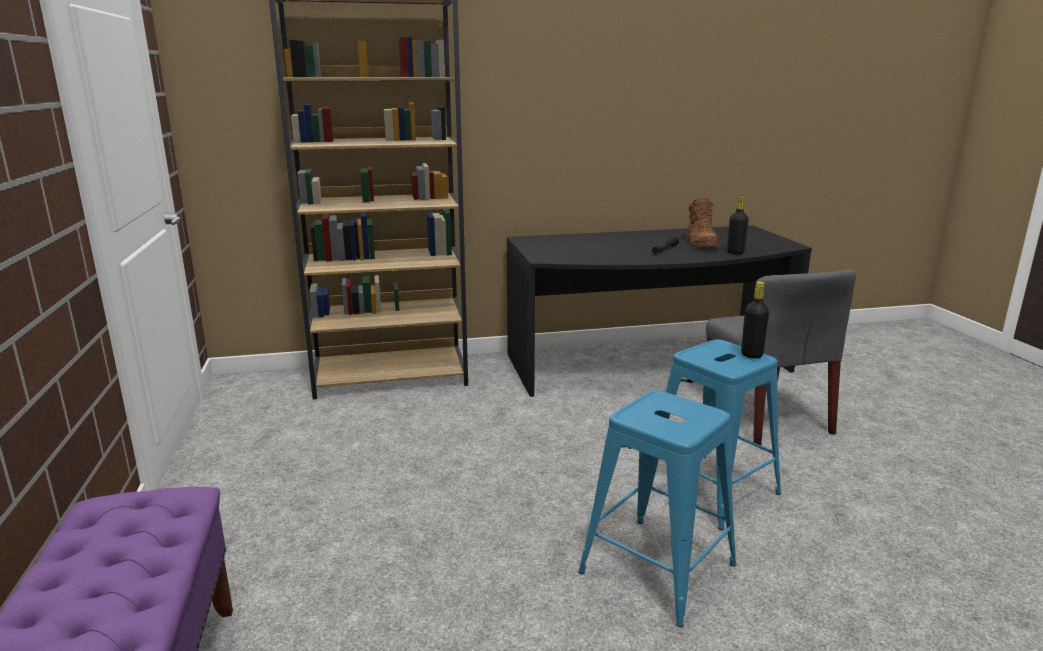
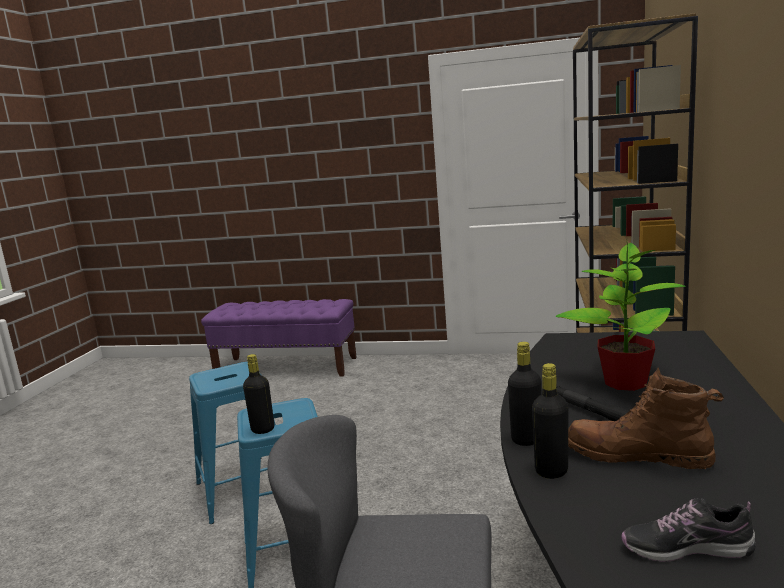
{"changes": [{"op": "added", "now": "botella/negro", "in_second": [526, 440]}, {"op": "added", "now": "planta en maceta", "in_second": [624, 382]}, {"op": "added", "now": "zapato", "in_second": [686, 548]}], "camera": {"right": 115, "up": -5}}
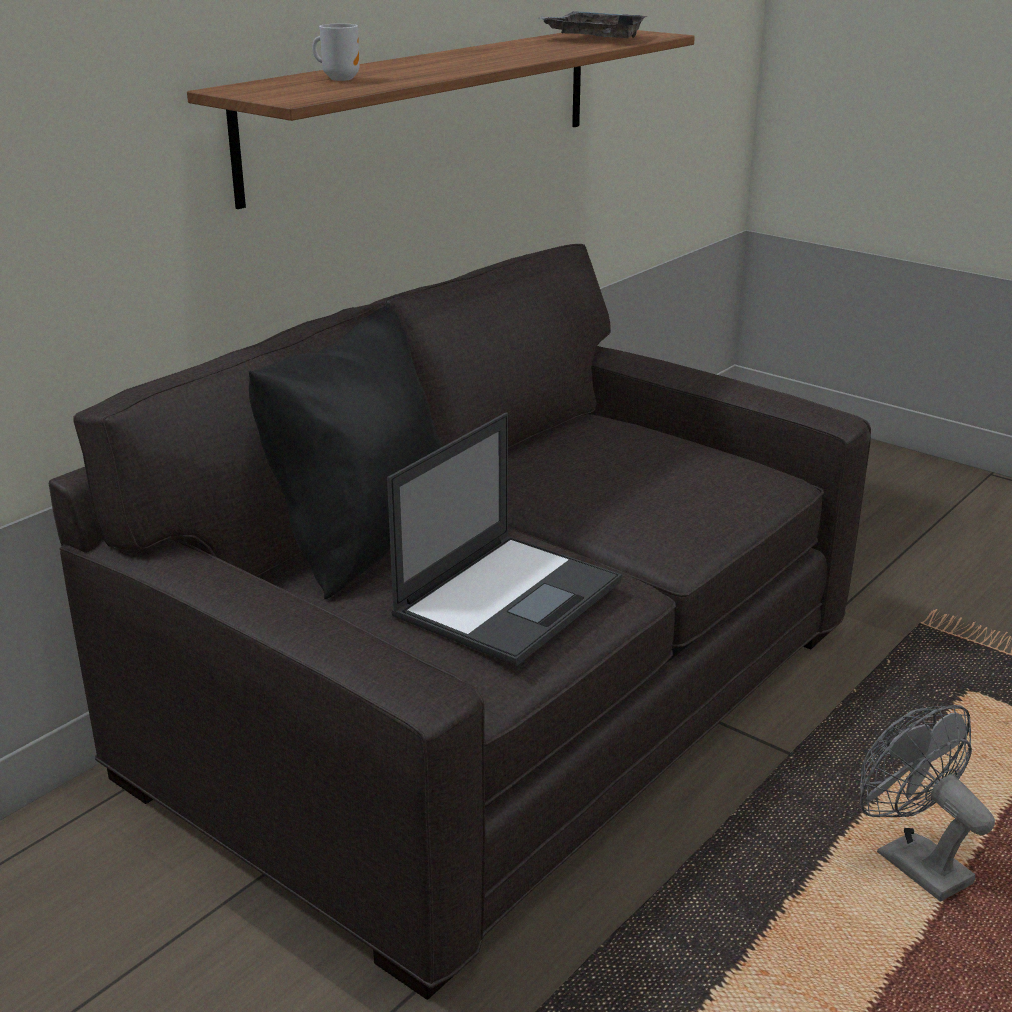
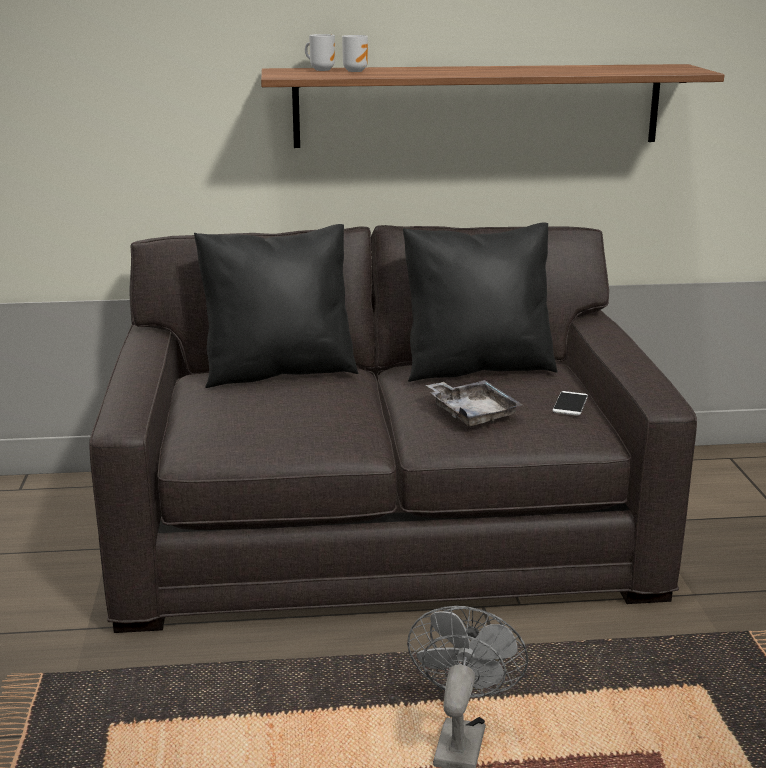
{"changes": [{"op": "removed", "was": "portátil", "in_first": [509, 597]}, {"op": "added", "now": "taza grande", "in_second": [321, 70]}, {"op": "added", "now": "cojín/negro", "in_second": [477, 367]}, {"op": "added", "now": "móvil", "in_second": [570, 404]}, {"op": "moved", "was": "bandeja/gris", "in_first": [595, 38], "in_second": [472, 413]}], "camera": {"right": 45, "up": -5}}
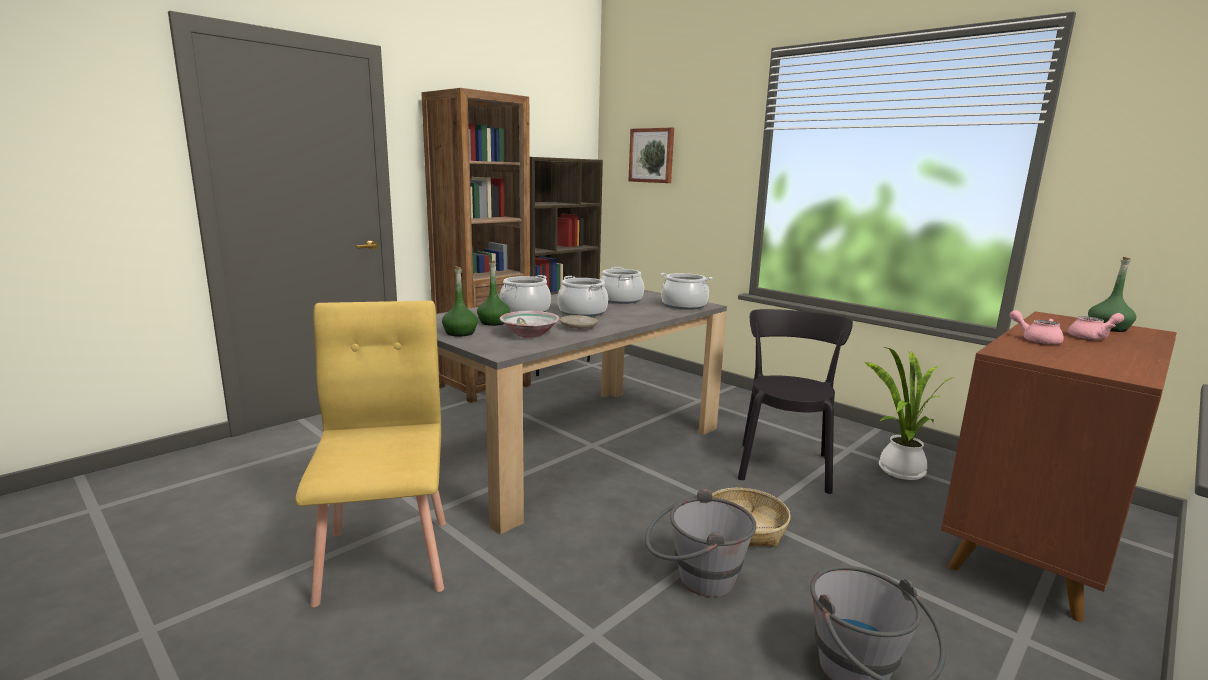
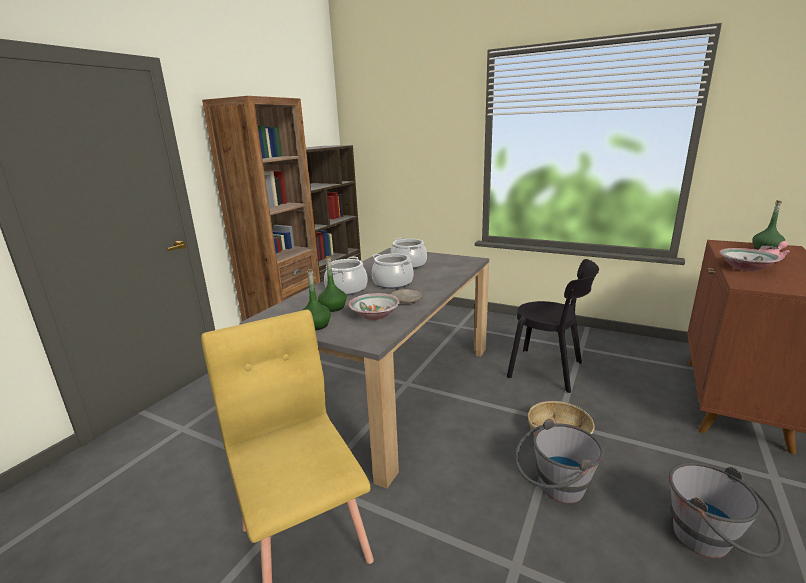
{"changes": [{"op": "removed", "was": "cuadro", "in_first": [652, 155]}, {"op": "removed", "was": "olla", "in_first": [684, 305]}, {"op": "removed", "was": "planta en maceta", "in_first": [898, 471]}, {"op": "replaced", "was": "tetera/rosa", "now": "cuenco", "in_first": [1036, 340], "in_second": [745, 268]}, {"op": "turned", "was": "silla/negro", "in_first": [784, 465], "in_second": [549, 370], "clockwise": 120}], "camera": {"right": -15, "up": 5}}
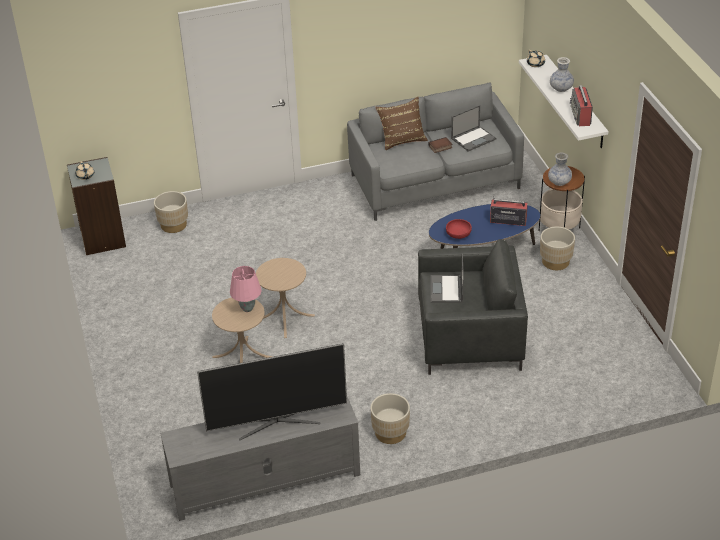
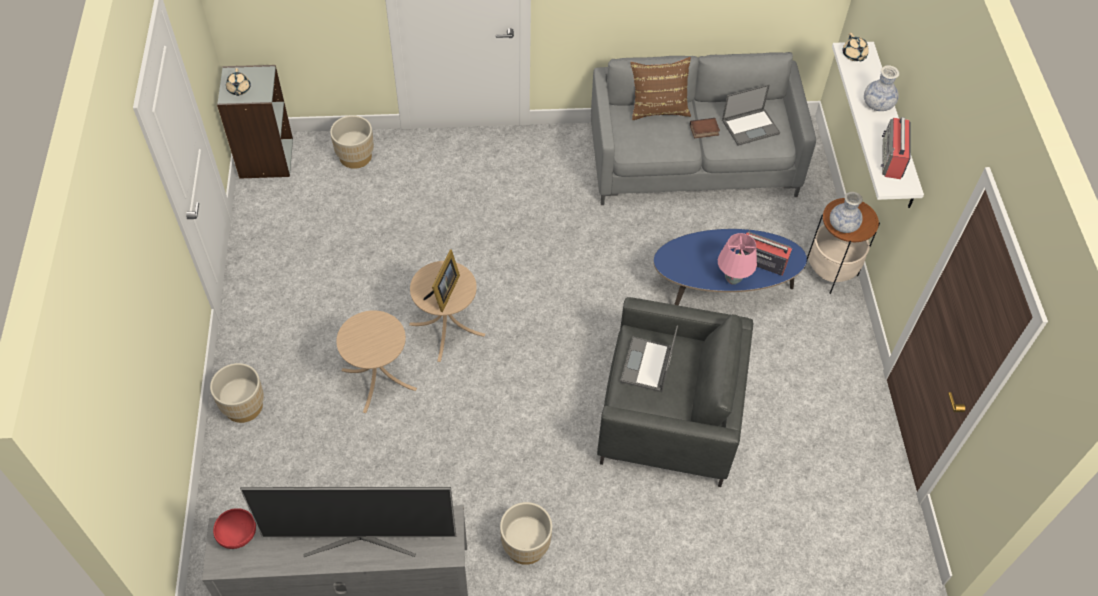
{"changes": [{"op": "added", "now": "portarretratos", "in_second": [444, 293]}, {"op": "moved", "was": "lámpara de mesa/rosa", "in_first": [247, 308], "in_second": [732, 279]}, {"op": "moved", "was": "cuenco/rojo", "in_first": [458, 235], "in_second": [237, 533]}, {"op": "moved", "was": "maceta/beis", "in_first": [555, 262], "in_second": [243, 406]}], "camera": {"right": 10, "up": 15}}
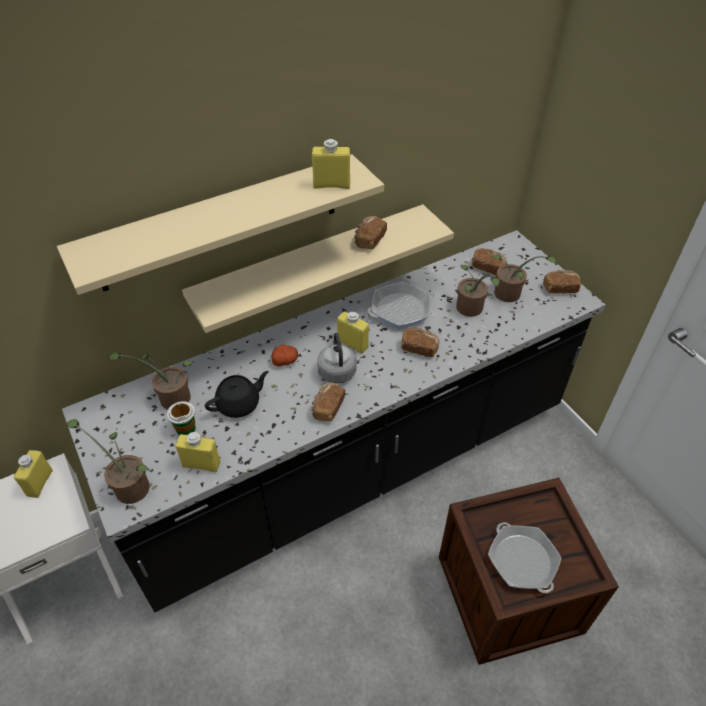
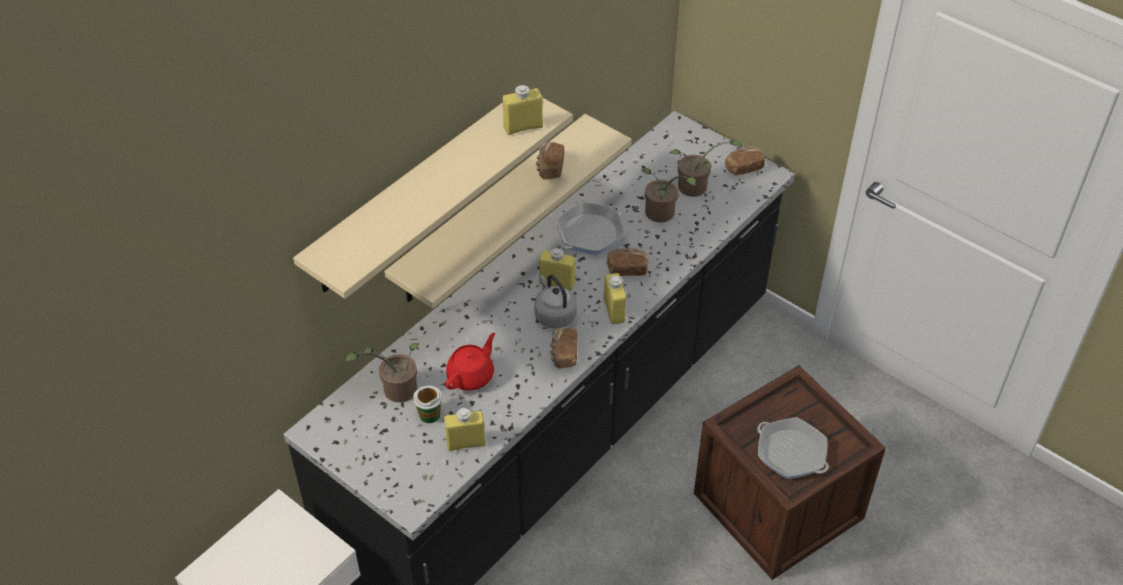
{"changes": [{"op": "removed", "was": "planta en maceta", "in_first": [129, 485]}, {"op": "removed", "was": "patata", "in_first": [285, 360]}, {"op": "removed", "was": "pan", "in_first": [488, 267]}, {"op": "moved", "was": "botella/amarillo", "in_first": [40, 483], "in_second": [614, 311]}, {"op": "recoloured", "was": "tetera/negro", "now": "tetera/rojo", "in_first": [239, 404], "in_second": [471, 376]}], "camera": {"right": -20, "up": 0}}
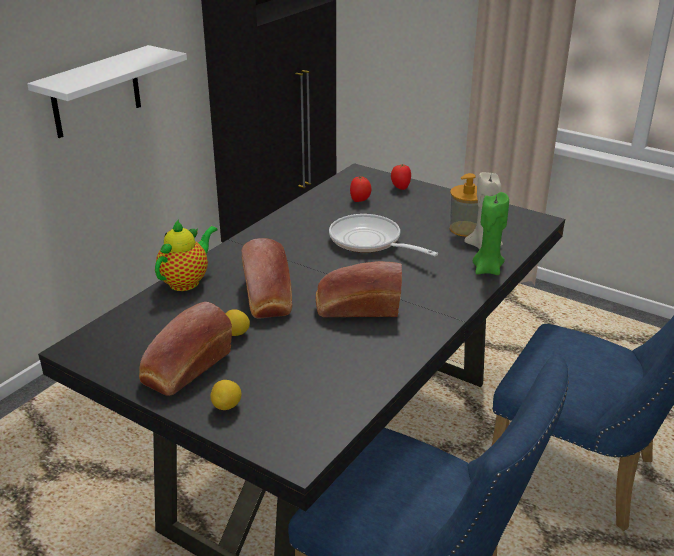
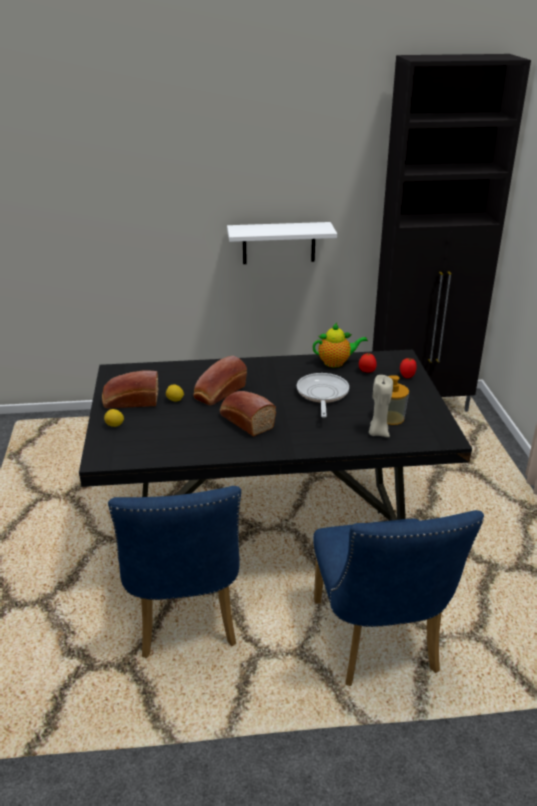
{"changes": [{"op": "removed", "was": "vela/verde", "in_first": [487, 269]}, {"op": "moved", "was": "tetera", "in_first": [187, 281], "in_second": [336, 363]}], "camera": {"right": 50, "up": 0}}
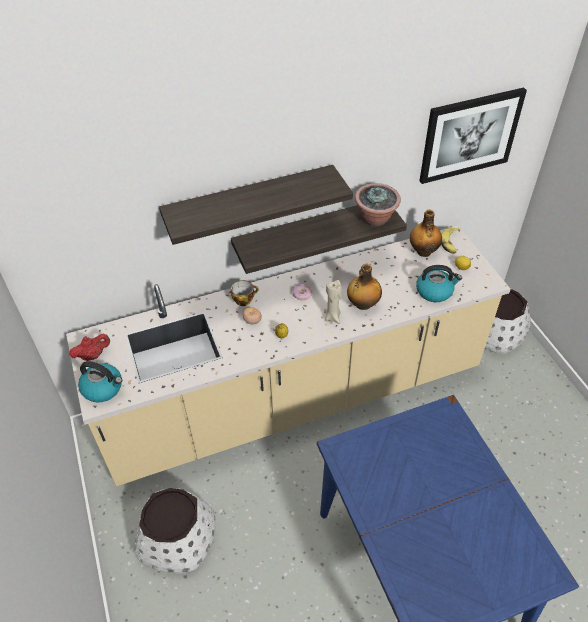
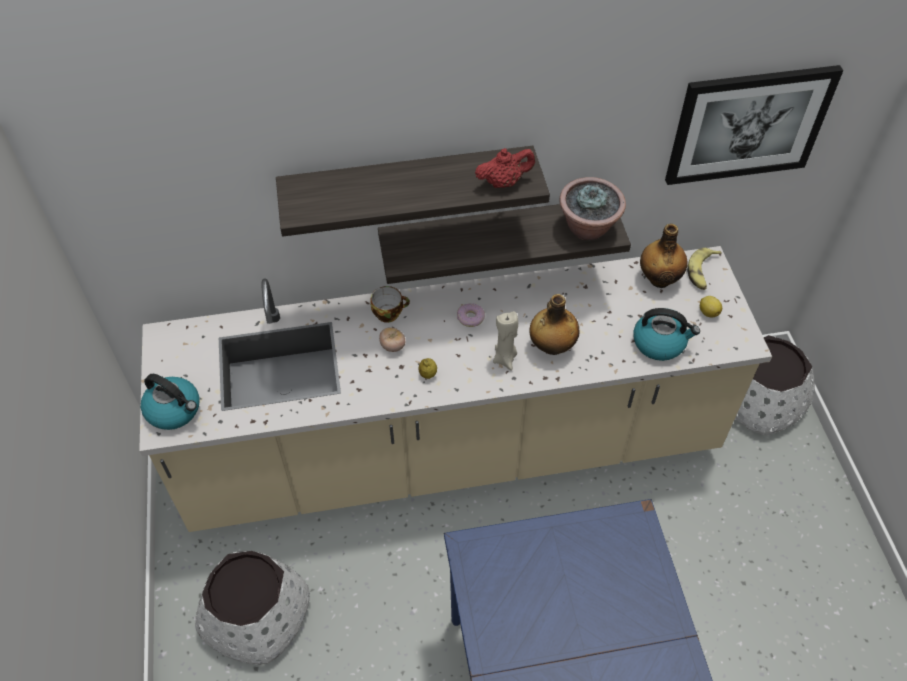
{"changes": [{"op": "moved", "was": "tetera/rojo", "in_first": [93, 355], "in_second": [504, 182]}], "camera": {"right": 10, "up": 5}}
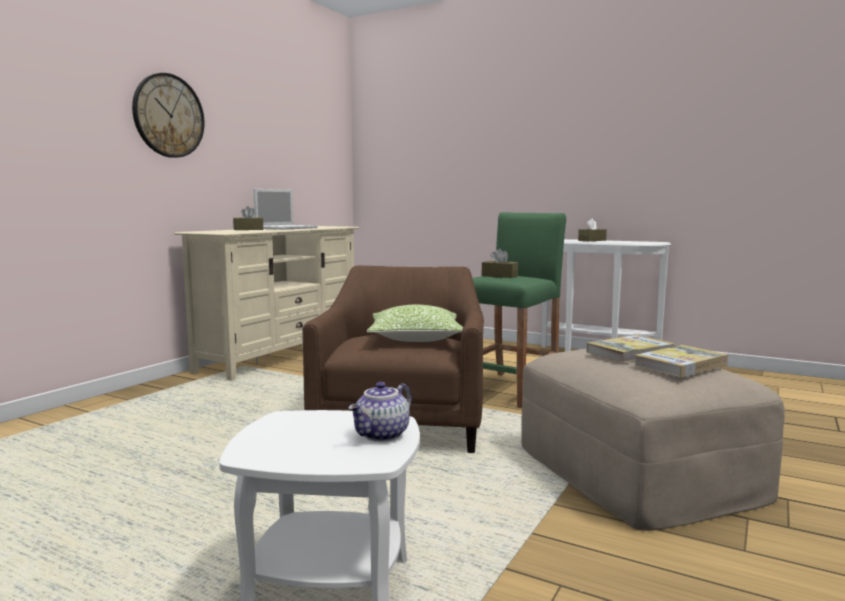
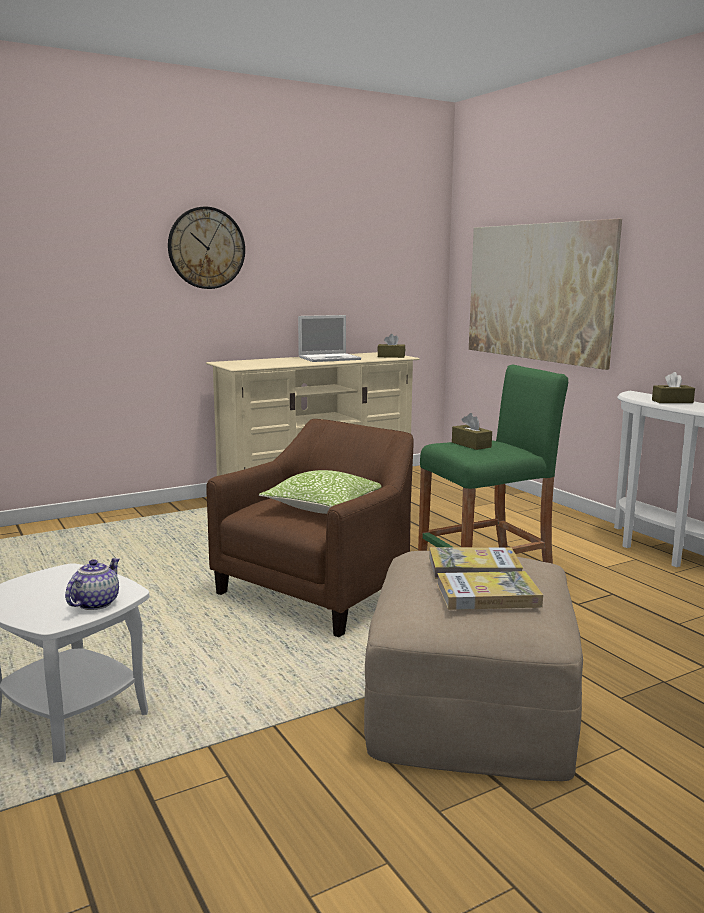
{"changes": [{"op": "added", "now": "cuadro", "in_second": [537, 292]}, {"op": "moved", "was": "caja de pañuelos/marrón", "in_first": [248, 229], "in_second": [391, 356]}, {"op": "turned", "was": "tetera", "in_first": [382, 435], "in_second": [95, 603], "clockwise": 135}], "camera": {"right": 30, "up": 5}}
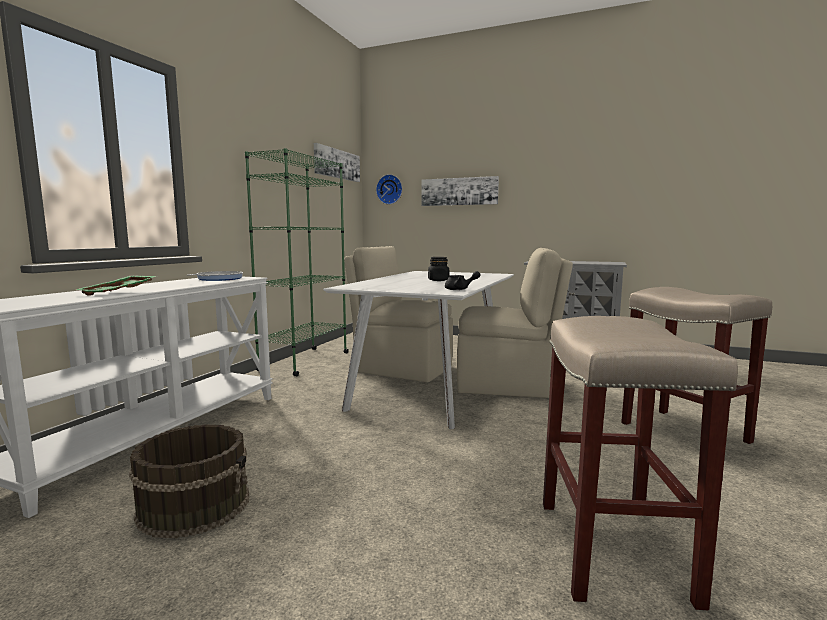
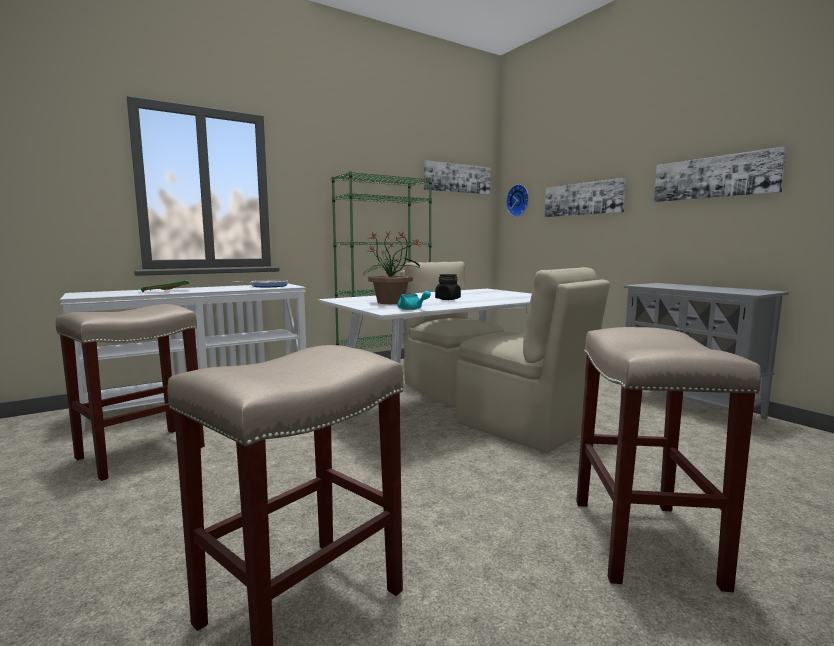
{"changes": [{"op": "added", "now": "planta en maceta", "in_second": [391, 302]}, {"op": "added", "now": "cuadro", "in_second": [714, 177]}, {"op": "replaced", "was": "cubo/marrón", "now": "taburete/beis", "in_first": [195, 505], "in_second": [142, 451]}, {"op": "recoloured", "was": "tetera/negro", "now": "tetera/turquesa", "in_first": [460, 289], "in_second": [412, 309]}], "camera": {"right": 35, "up": 0}}
